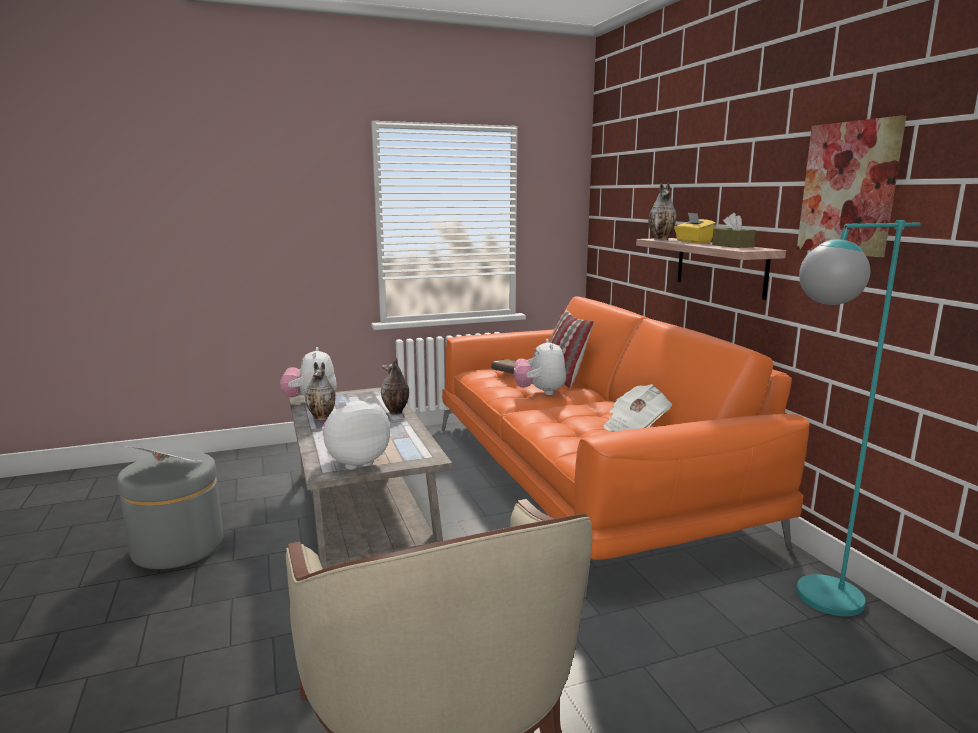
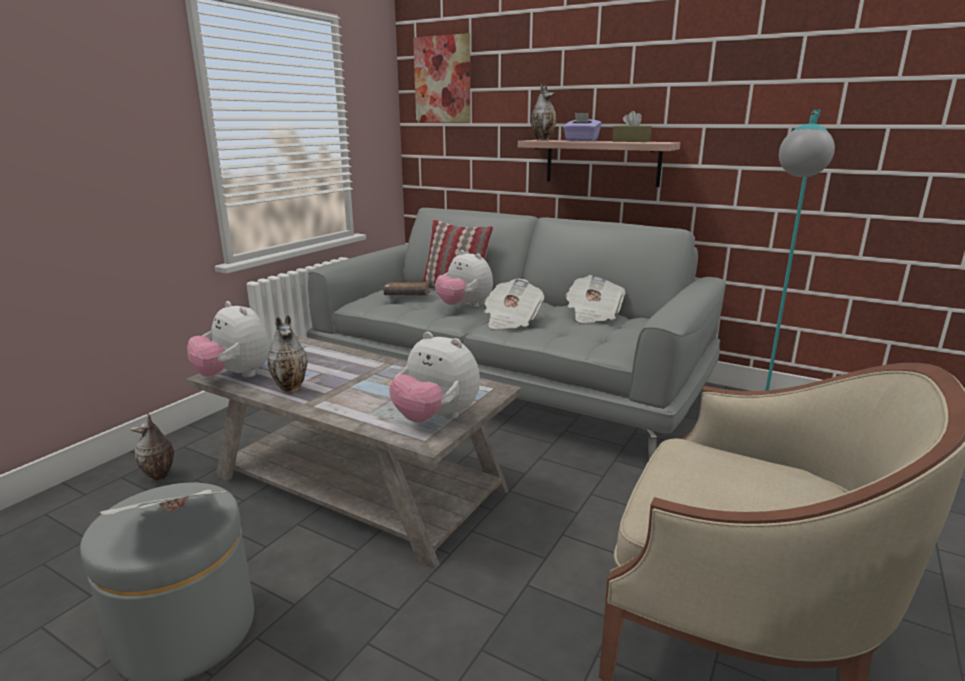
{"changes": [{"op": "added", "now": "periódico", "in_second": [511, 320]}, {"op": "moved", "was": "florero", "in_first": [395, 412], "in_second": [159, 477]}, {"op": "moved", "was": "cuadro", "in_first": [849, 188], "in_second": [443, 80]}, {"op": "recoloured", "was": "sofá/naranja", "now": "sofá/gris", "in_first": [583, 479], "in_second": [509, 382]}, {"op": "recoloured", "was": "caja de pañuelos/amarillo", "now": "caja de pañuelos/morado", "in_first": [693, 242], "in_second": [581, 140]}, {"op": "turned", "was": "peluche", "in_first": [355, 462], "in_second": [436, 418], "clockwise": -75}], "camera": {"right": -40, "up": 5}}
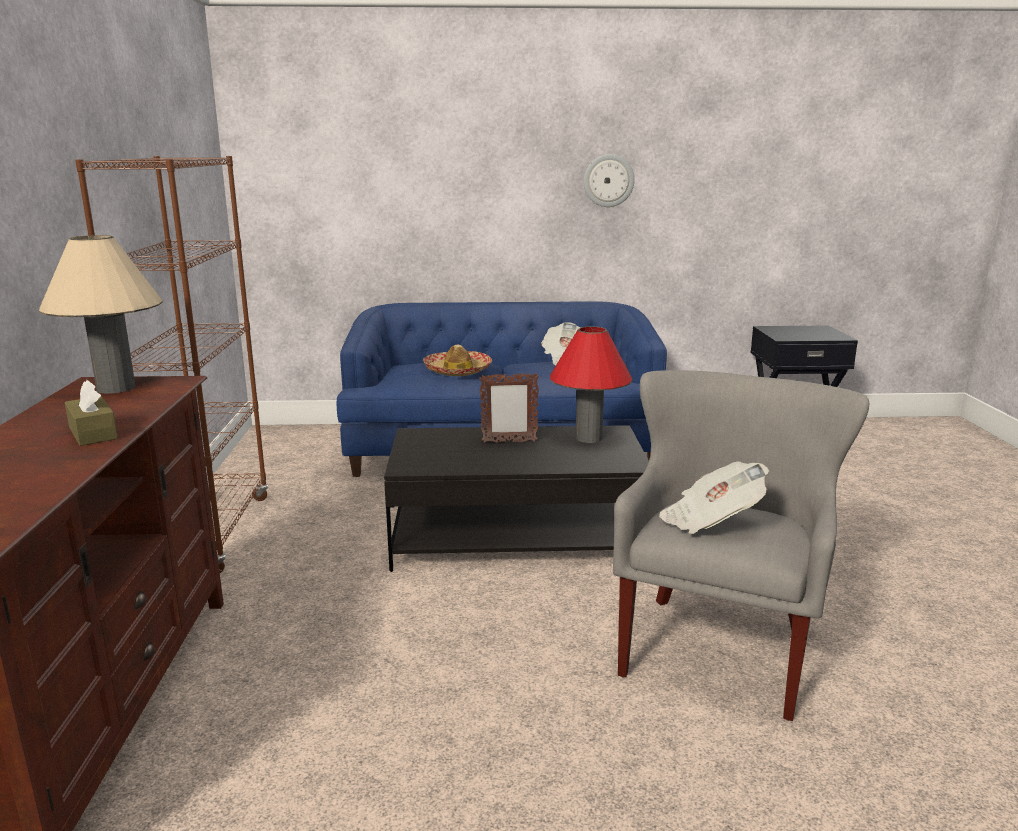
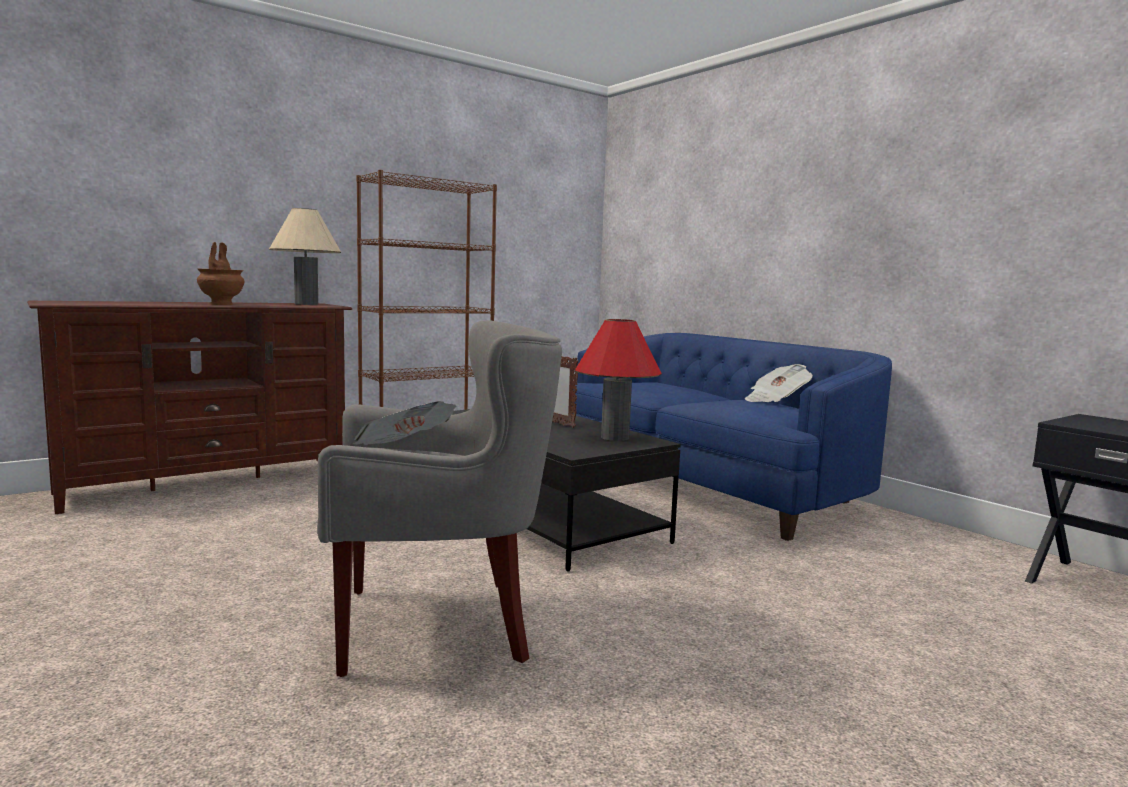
{"changes": [{"op": "removed", "was": "sombrero", "in_first": [457, 371]}, {"op": "removed", "was": "reloj de pared", "in_first": [608, 180]}, {"op": "replaced", "was": "caja de pañuelos/marrón", "now": "florero/marrón", "in_first": [93, 433], "in_second": [222, 304]}], "camera": {"right": 55, "up": -10}}
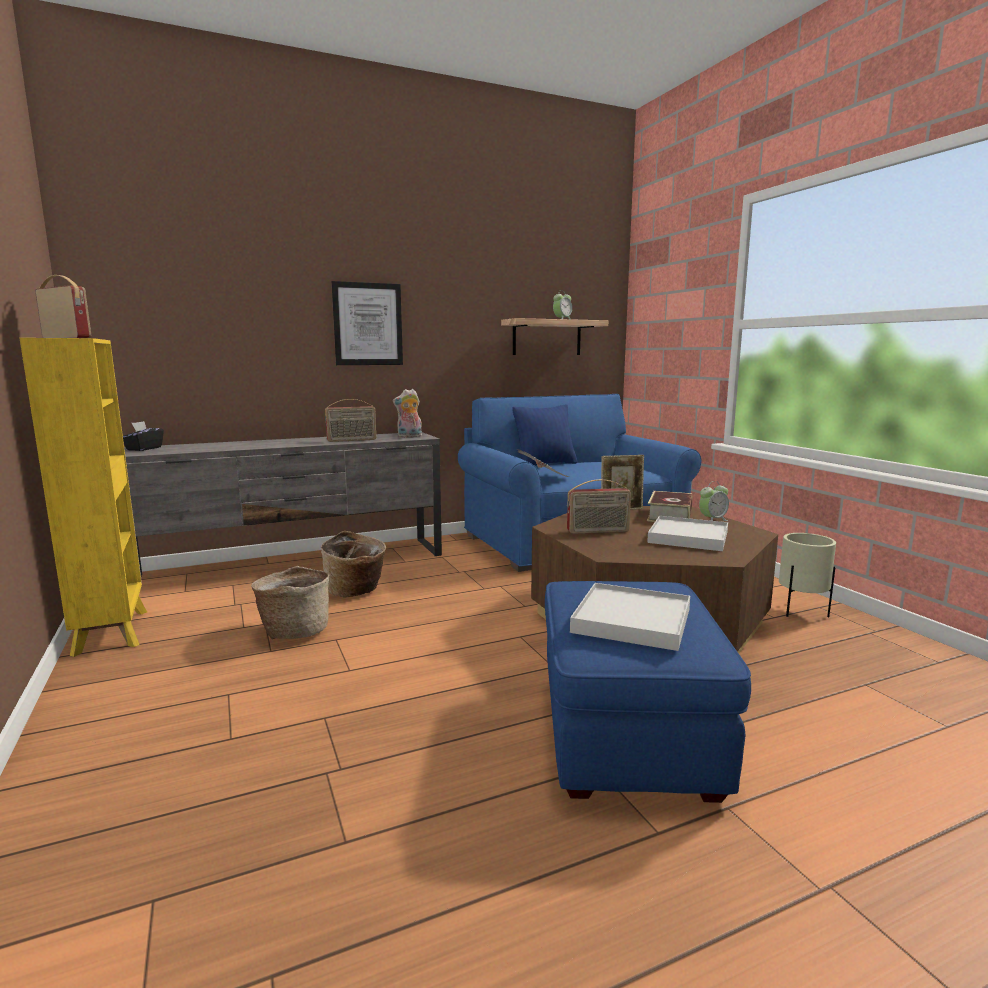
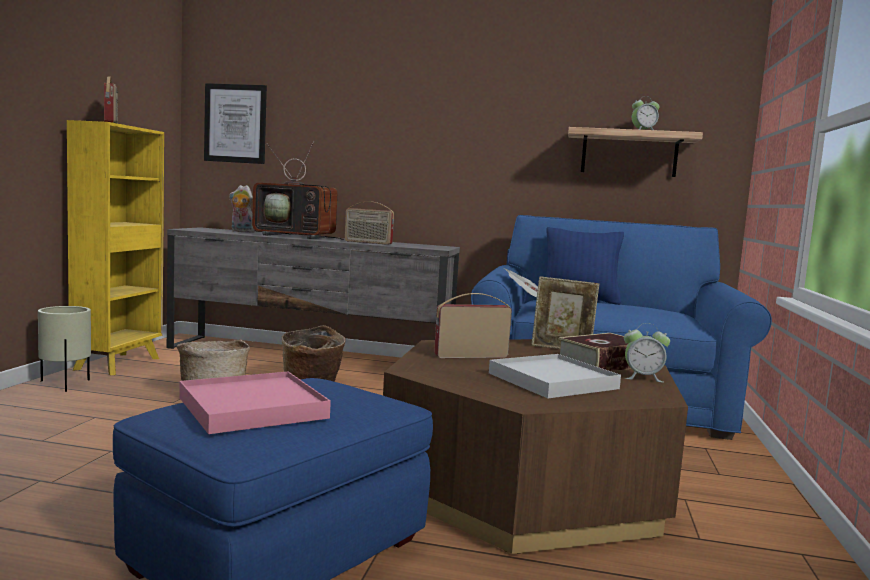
{"changes": [{"op": "removed", "was": "caja de pañuelos/negro", "in_first": [144, 449]}, {"op": "added", "now": "televisor", "in_second": [298, 236]}, {"op": "moved", "was": "cuadro", "in_first": [368, 324], "in_second": [235, 123]}, {"op": "moved", "was": "peluche", "in_first": [409, 437], "in_second": [241, 232]}, {"op": "moved", "was": "maceta/beis", "in_first": [801, 613], "in_second": [65, 385]}, {"op": "recoloured", "was": "bandeja/blanco", "now": "bandeja/rosa", "in_first": [632, 620], "in_second": [253, 408]}, {"op": "turned", "was": "radio", "in_first": [598, 531], "in_second": [470, 356], "clockwise": 135}], "camera": {"right": 35, "up": -5}}
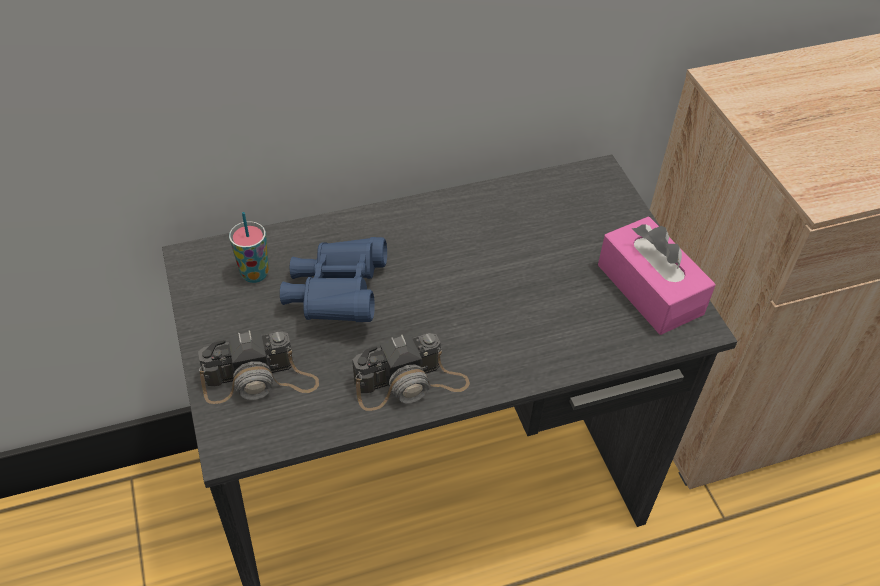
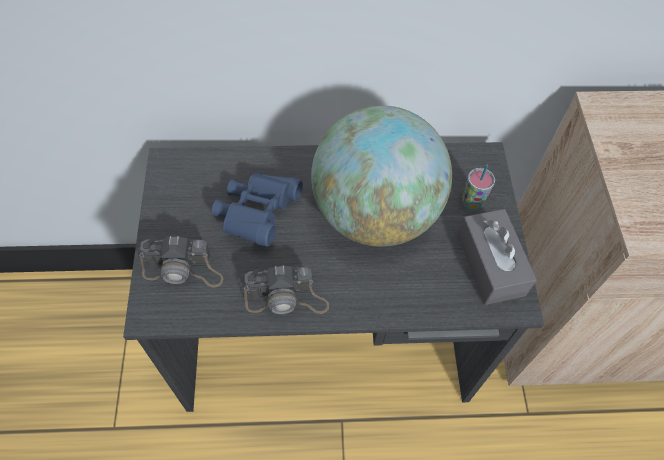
{"changes": [{"op": "added", "now": "globo terráqueo", "in_second": [375, 213]}, {"op": "moved", "was": "taza", "in_first": [255, 274], "in_second": [471, 203]}, {"op": "recoloured", "was": "caja de pañuelos/rosa", "now": "caja de pañuelos/gris", "in_first": [649, 289], "in_second": [490, 264]}], "camera": {"right": 15, "up": 10}}
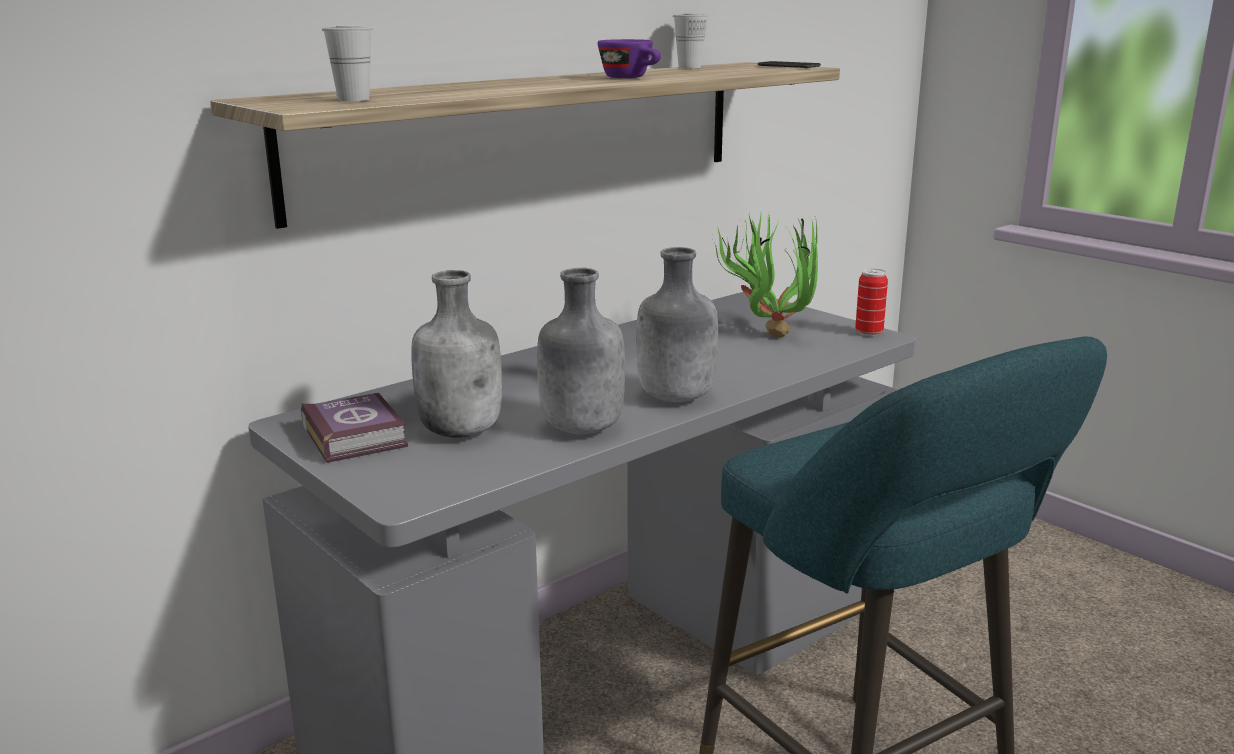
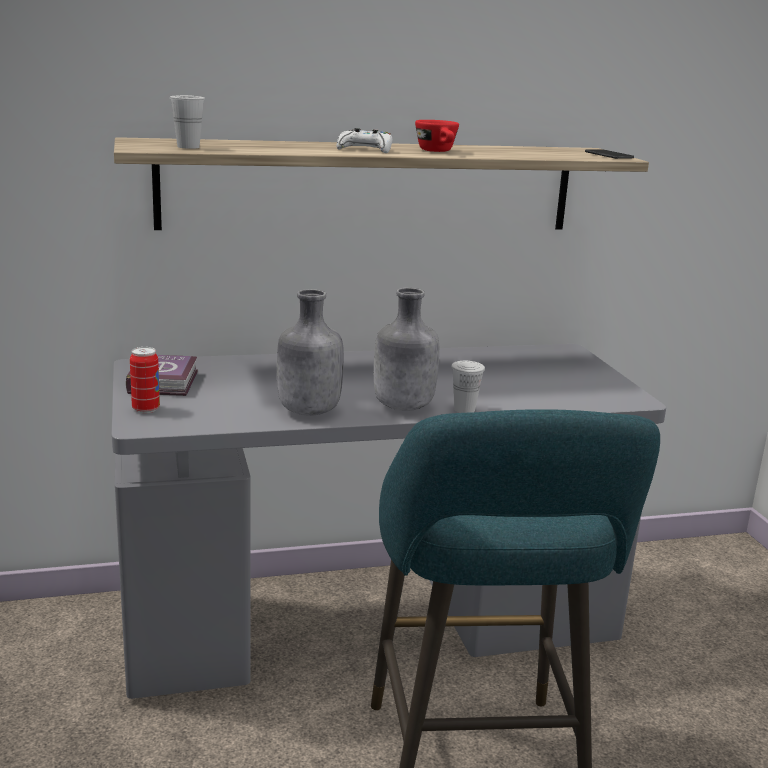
{"changes": [{"op": "removed", "was": "botella/gris", "in_first": [462, 431]}, {"op": "removed", "was": "planta en maceta", "in_first": [768, 332]}, {"op": "added", "now": "mando de consola/blanco", "in_second": [365, 150]}, {"op": "moved", "was": "taza/blanco", "in_first": [689, 67], "in_second": [464, 409]}, {"op": "moved", "was": "lata", "in_first": [869, 333], "in_second": [146, 409]}, {"op": "recoloured", "was": "taza/morado", "now": "taza/rojo", "in_first": [632, 77], "in_second": [438, 151]}], "camera": {"right": 25, "up": 0}}
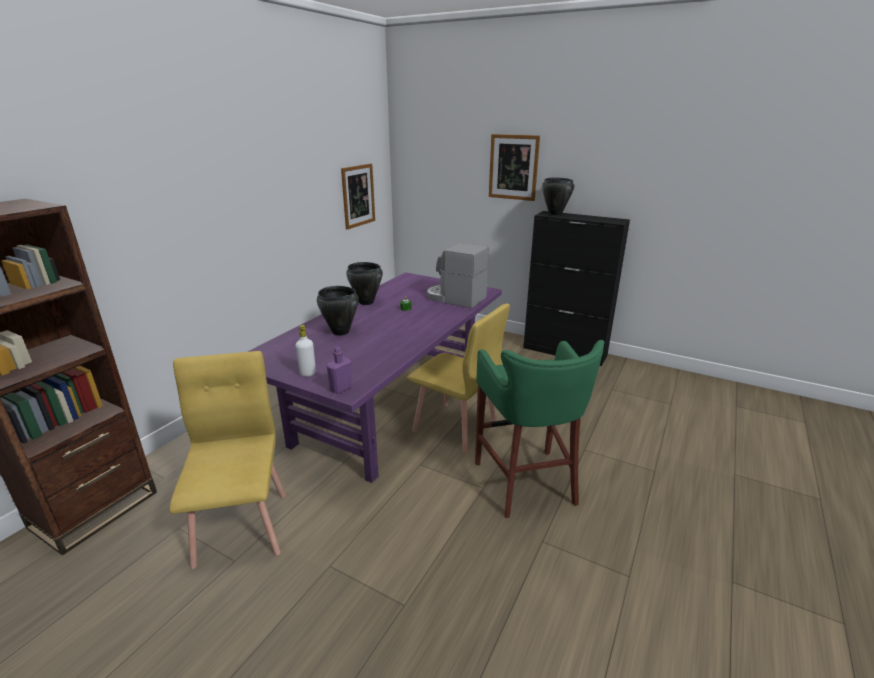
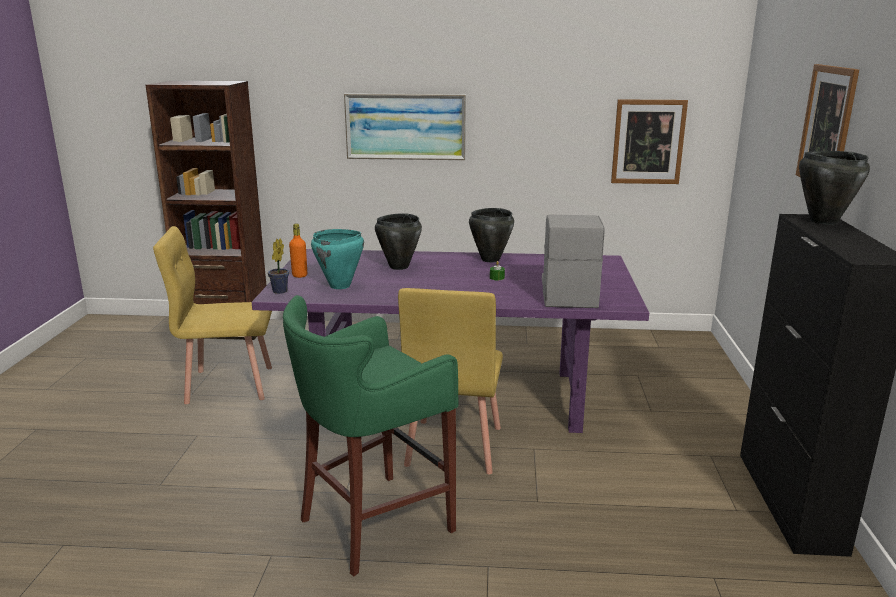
{"changes": [{"op": "added", "now": "olla/turquesa", "in_second": [340, 286]}, {"op": "added", "now": "cuadro", "in_second": [405, 126]}, {"op": "replaced", "was": "botella/morado", "now": "planta en maceta", "in_first": [341, 388], "in_second": [279, 292]}, {"op": "recoloured", "was": "botella/blanco", "now": "botella/naranja", "in_first": [308, 373], "in_second": [299, 275]}, {"op": "turned", "was": "silla/amarillo", "in_first": [243, 527], "in_second": [229, 384], "clockwise": -150}], "camera": {"right": 65, "up": -5}}
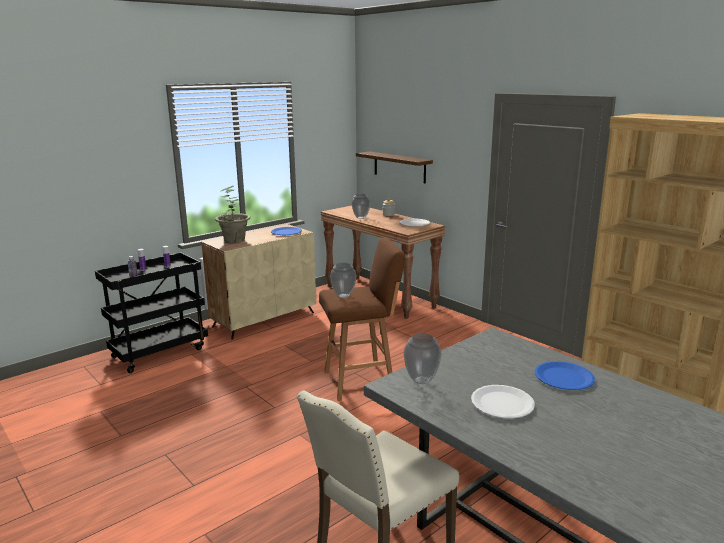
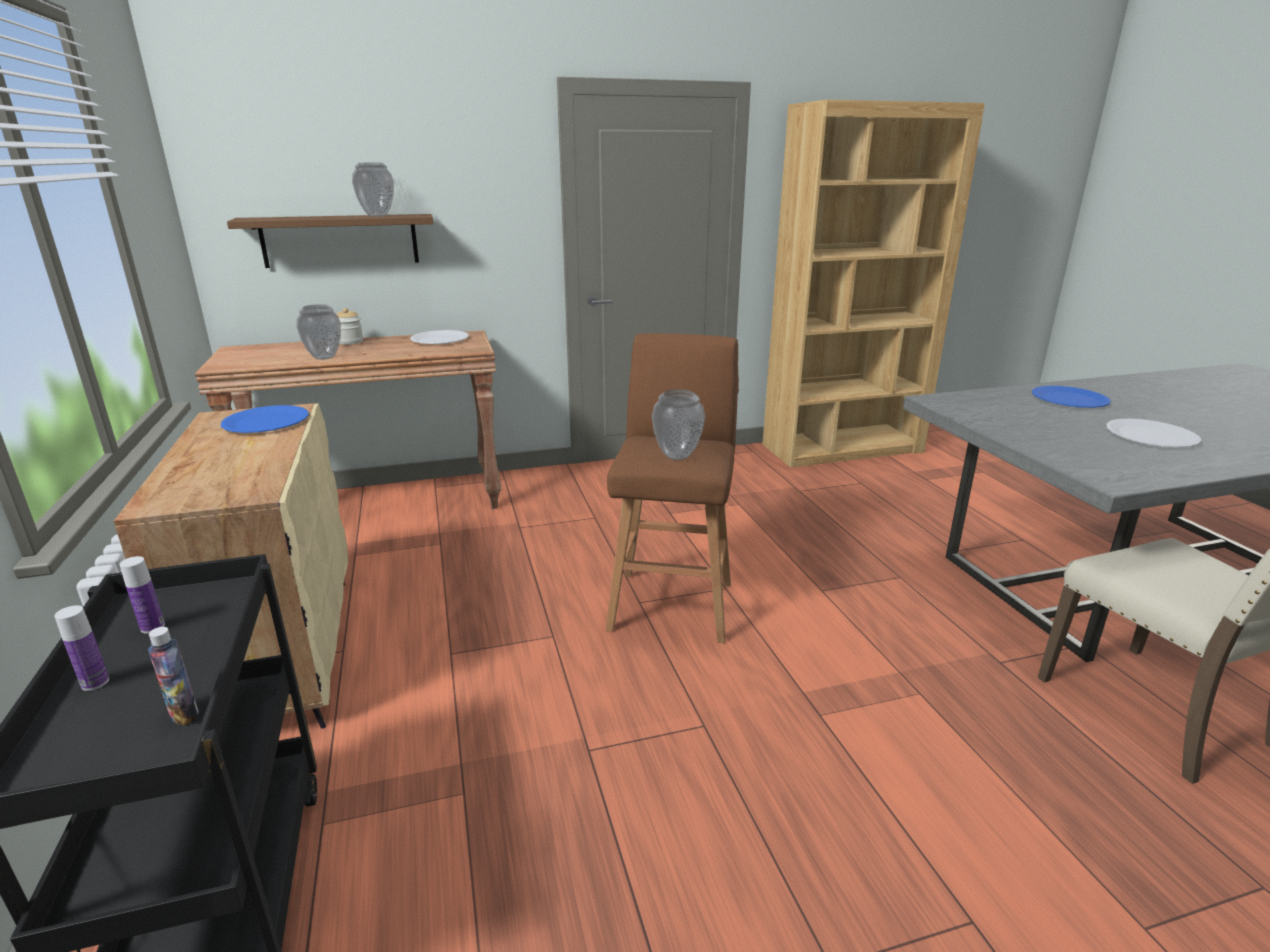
{"changes": [{"op": "removed", "was": "planta en maceta", "in_first": [234, 240]}, {"op": "moved", "was": "florero", "in_first": [421, 380], "in_second": [376, 215]}], "camera": {"right": -65, "up": 5}}
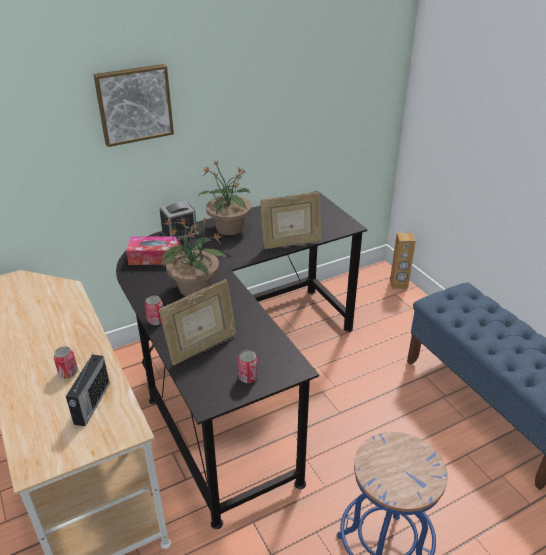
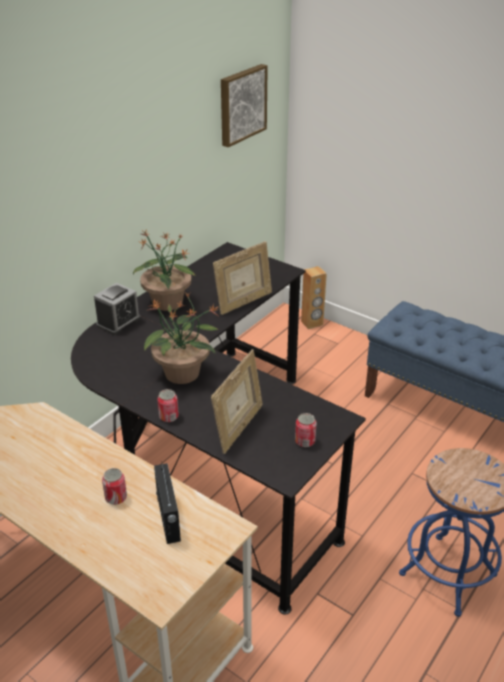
{"changes": [{"op": "removed", "was": "caja de pañuelos", "in_first": [155, 257]}, {"op": "moved", "was": "cuadro", "in_first": [134, 104], "in_second": [241, 104]}], "camera": {"right": -25, "up": 0}}
